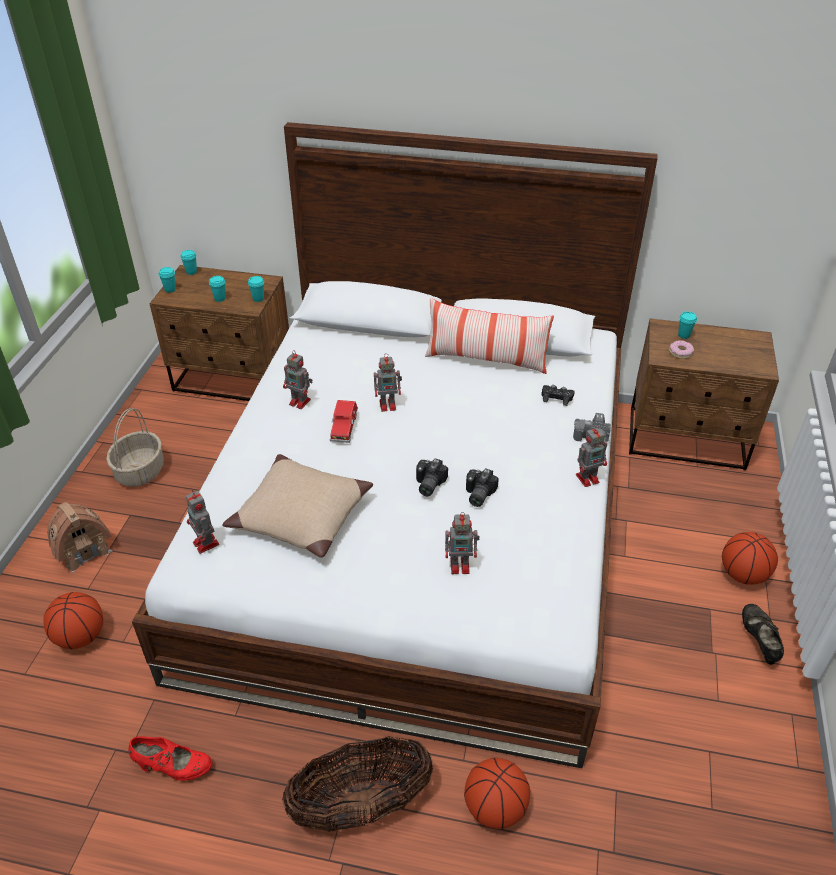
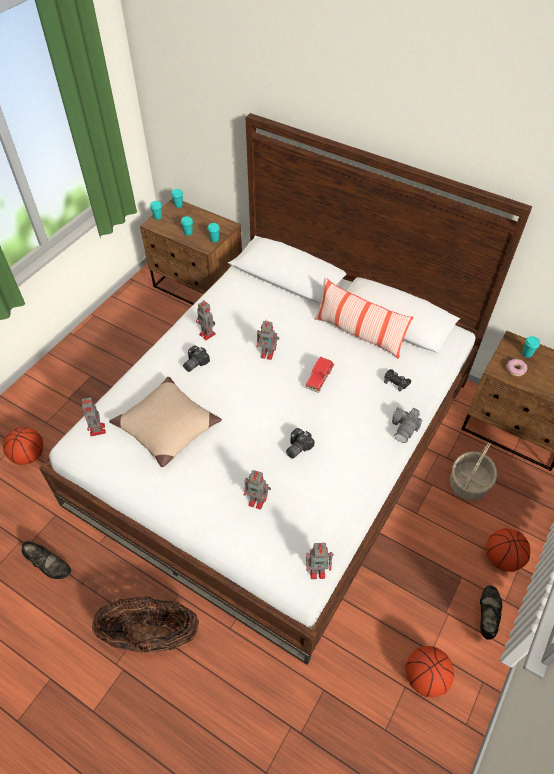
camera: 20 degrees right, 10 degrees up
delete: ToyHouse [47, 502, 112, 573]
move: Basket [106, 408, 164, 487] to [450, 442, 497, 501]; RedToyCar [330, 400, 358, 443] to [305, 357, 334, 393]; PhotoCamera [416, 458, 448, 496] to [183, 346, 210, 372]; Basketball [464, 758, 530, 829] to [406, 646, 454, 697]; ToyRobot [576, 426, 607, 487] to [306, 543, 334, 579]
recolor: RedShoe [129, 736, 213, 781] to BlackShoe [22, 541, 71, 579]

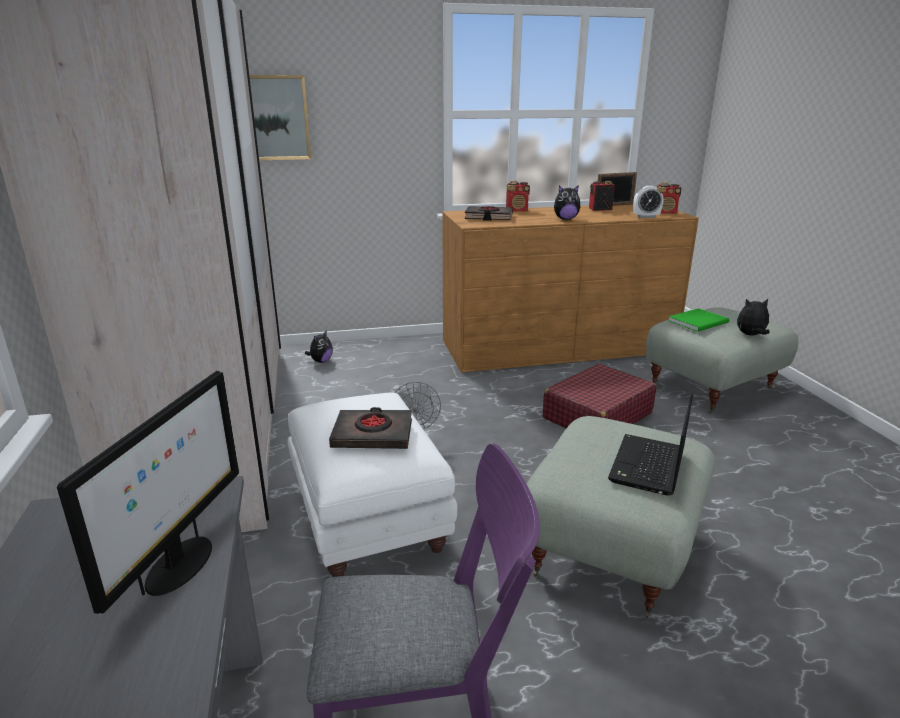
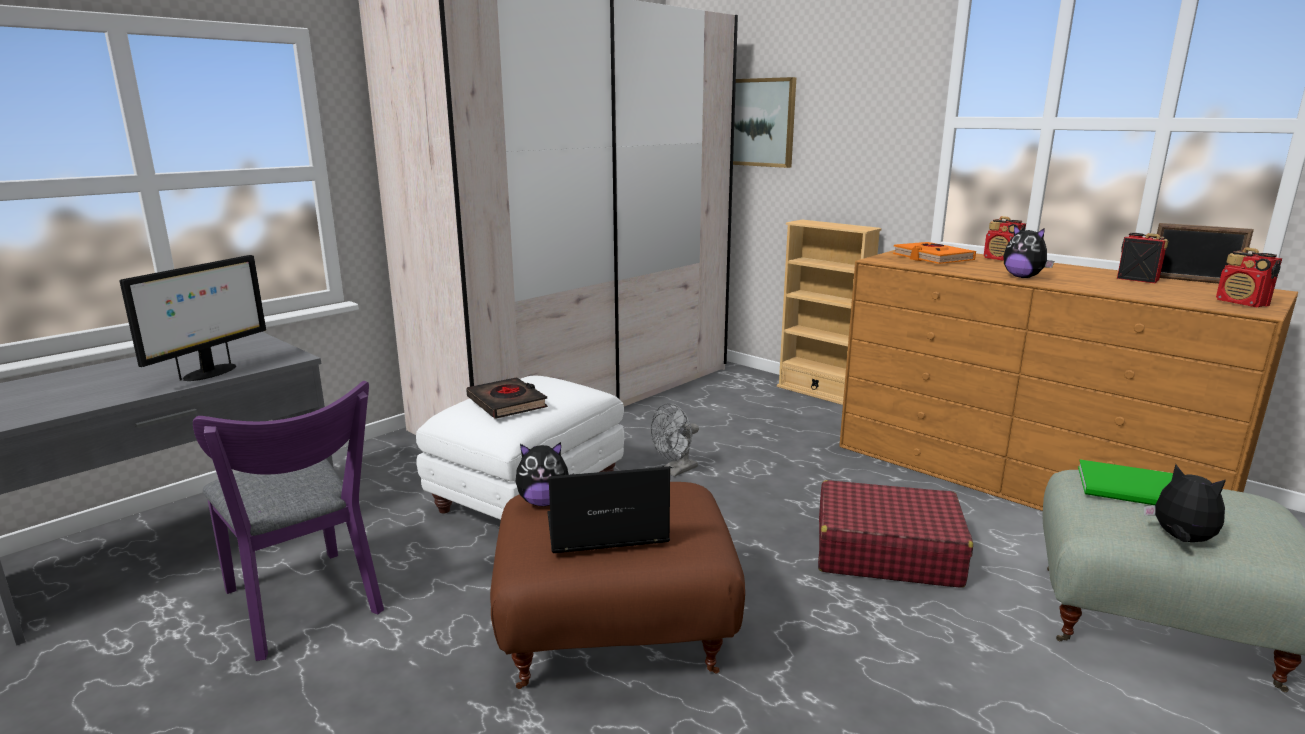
camera: 55 degrees right, 5 degrees down
delete: AlarmClock [633, 186, 663, 218]
insert: BeigeBookcase [777, 220, 882, 405]
move: PlushToy [305, 330, 333, 363] to [515, 442, 574, 506]
recolor: BlackBook [465, 206, 513, 221] to OrangeBook [893, 242, 976, 264]; GreyOttoman [527, 416, 715, 618] to BrownOttoman [490, 482, 745, 689]
rotate: Monitor [57, 371, 239, 614] = [119, 255, 266, 381] 45 degrees counterclockwise

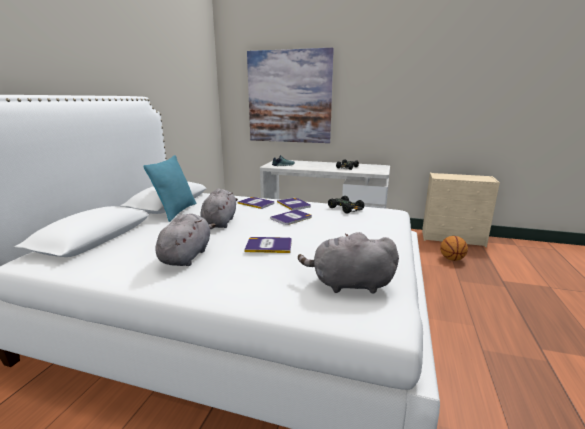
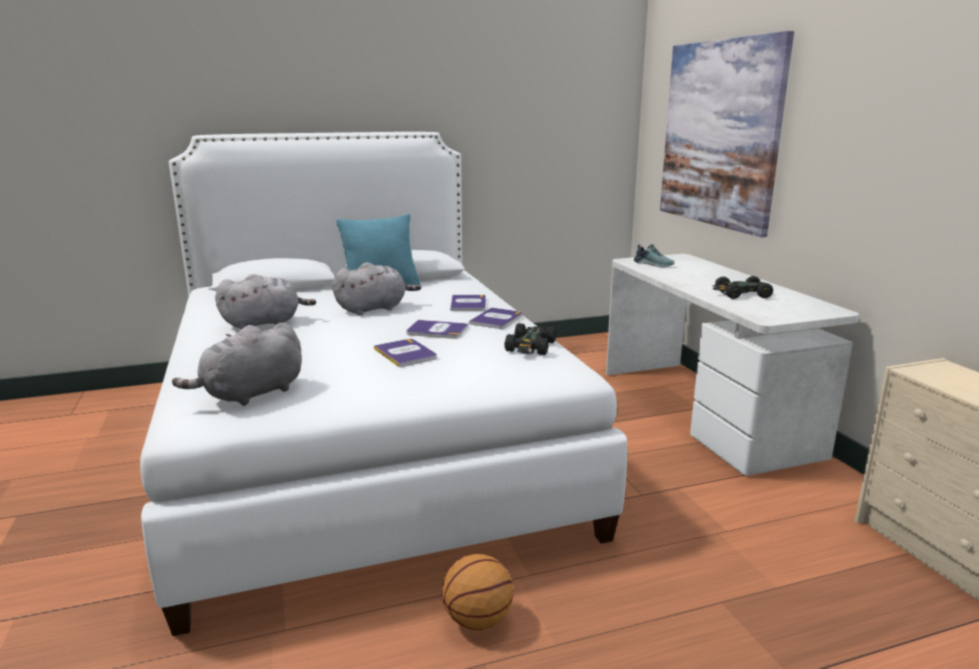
camera: 55 degrees right, 0 degrees up
move: Book [244, 237, 292, 253] to [374, 339, 437, 367]; Basketball [440, 236, 468, 261] to [442, 554, 514, 630]
rotate: GreyPlushToy [298, 232, 399, 294] = [172, 323, 302, 406] 105 degrees counterclockwise

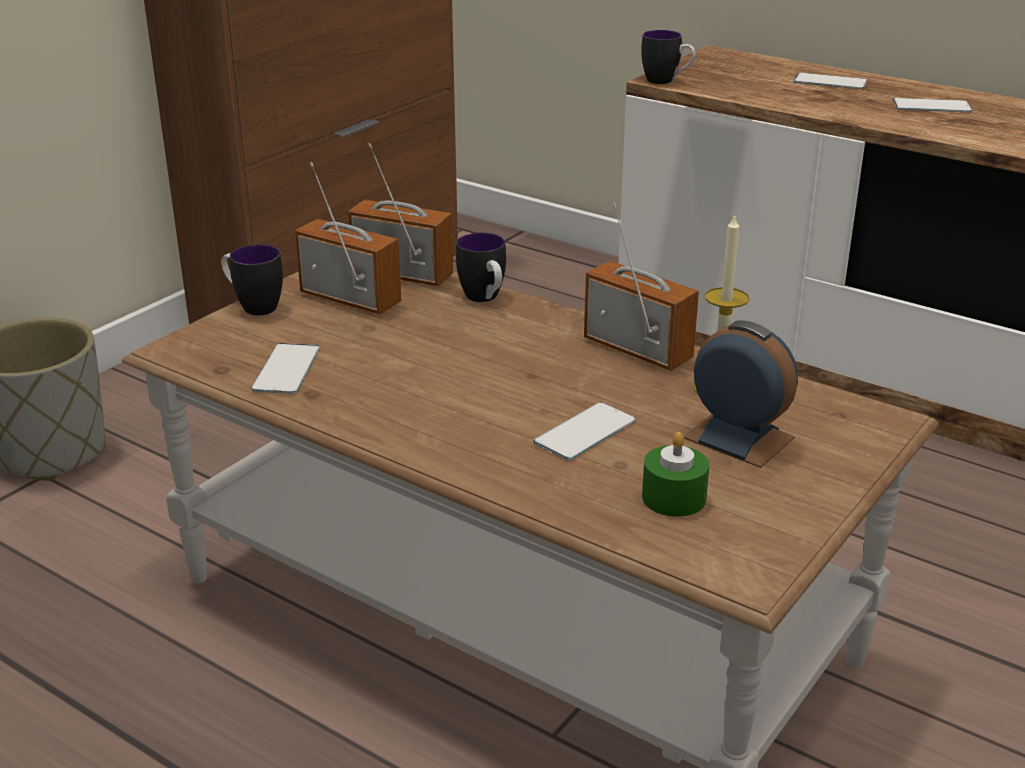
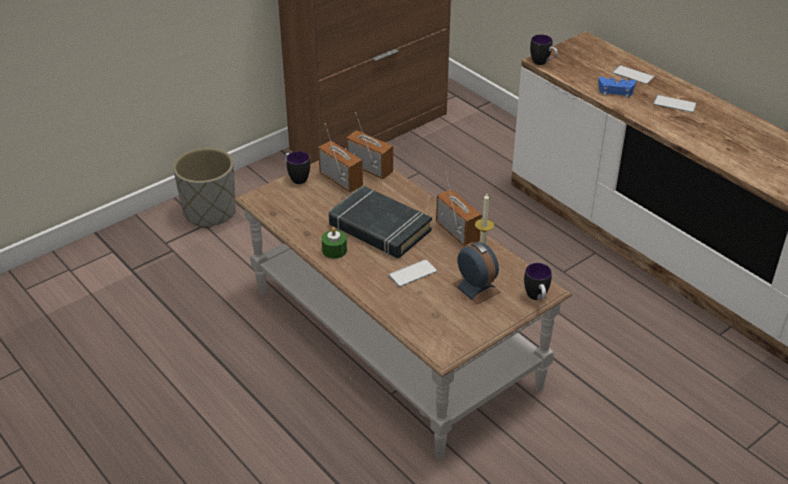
camera: 15 degrees right, 10 degrees up
delete: Phone [251, 343, 320, 394]
insert: BlackBook [329, 186, 432, 258]; BlueGameController [598, 77, 636, 98]
move: Mug [456, 233, 506, 302] to [524, 263, 552, 300]; GreenCandle [642, 432, 709, 517] to [322, 227, 347, 259]

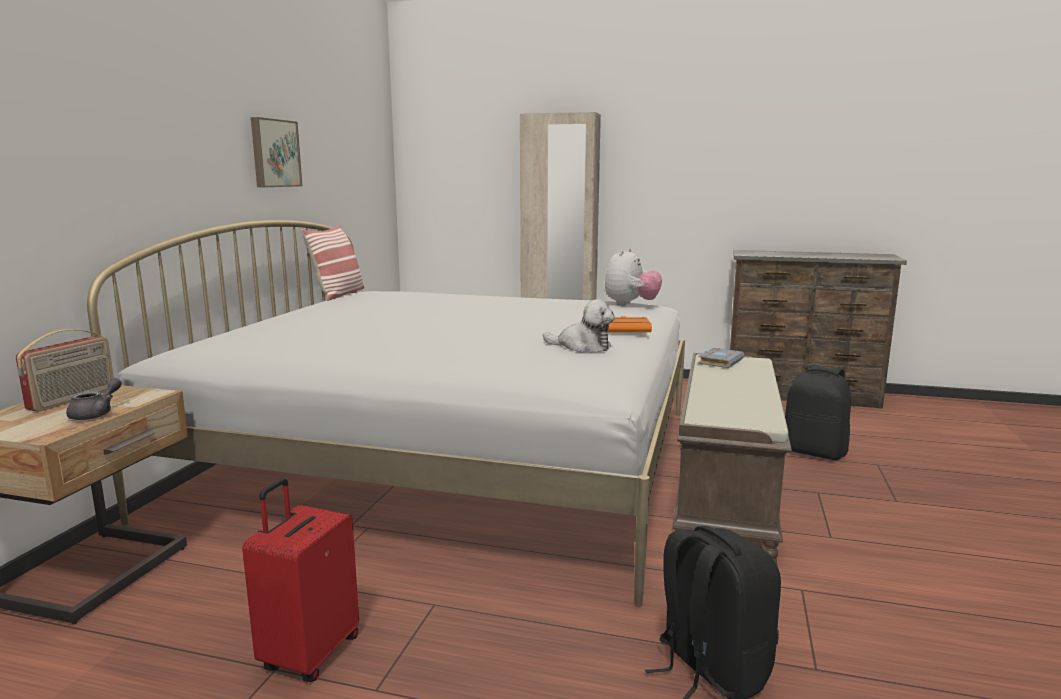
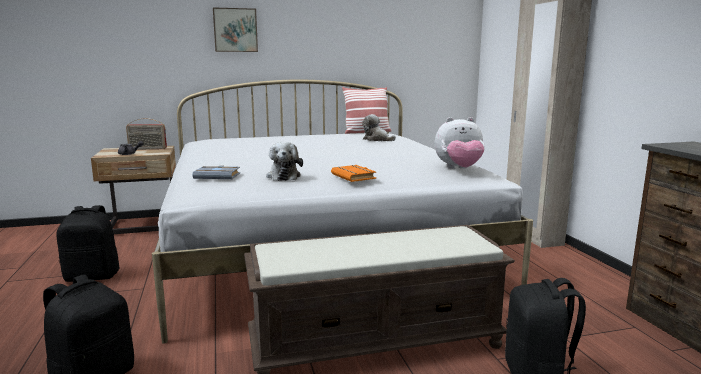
camera: 60 degrees right, 0 degrees up
insert: PlushToy [362, 114, 396, 141]
move: Picture [251, 117, 302, 187] to [213, 8, 258, 52]; GreyBook [698, 348, 745, 368] to [192, 166, 240, 179]
replace: RedSuitcase [242, 478, 359, 682] to BlackBackpack [56, 205, 120, 282]

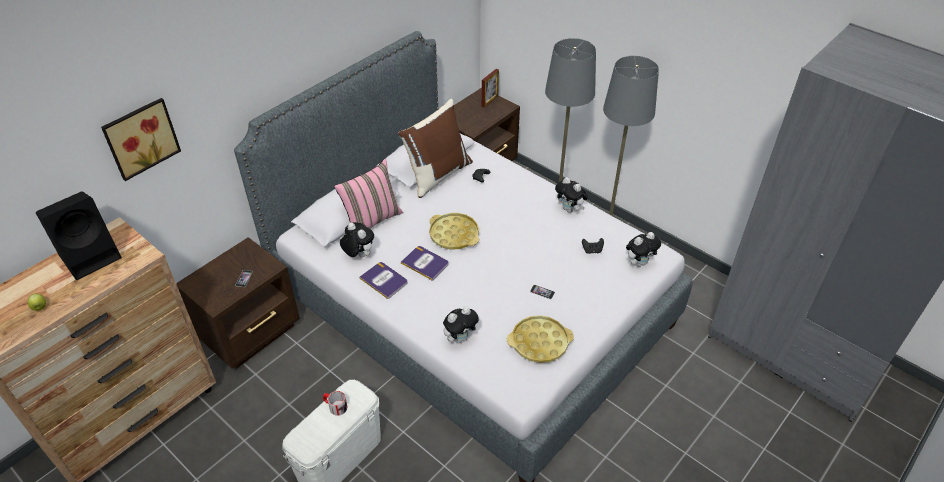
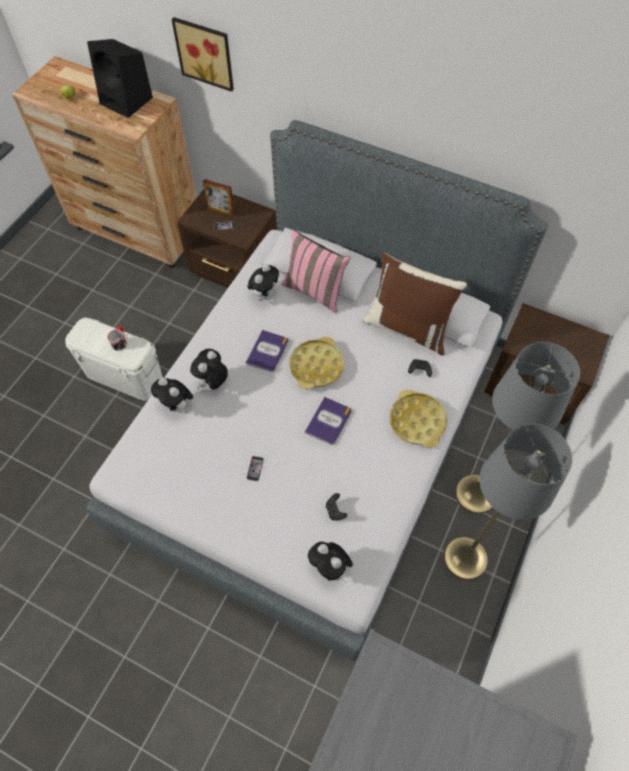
camera: 75 degrees right, 15 degrees up
move: Book [359, 262, 408, 299] to [305, 397, 352, 445]; PictureFrame [482, 69, 499, 108] to [203, 179, 235, 216]; YellowTray [507, 315, 574, 363] to [390, 389, 447, 448]; PlushToy [555, 177, 588, 213] to [190, 349, 228, 390]

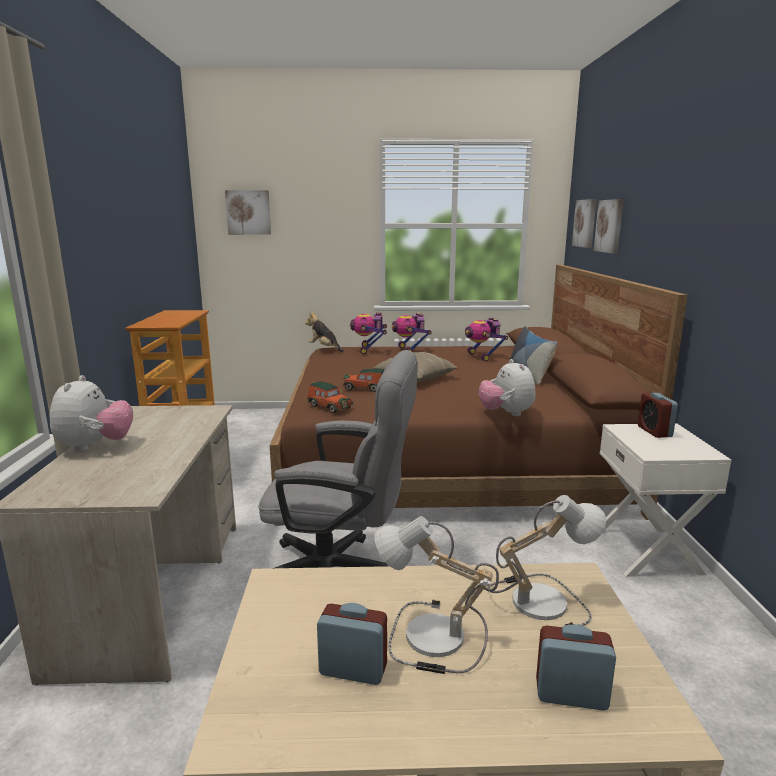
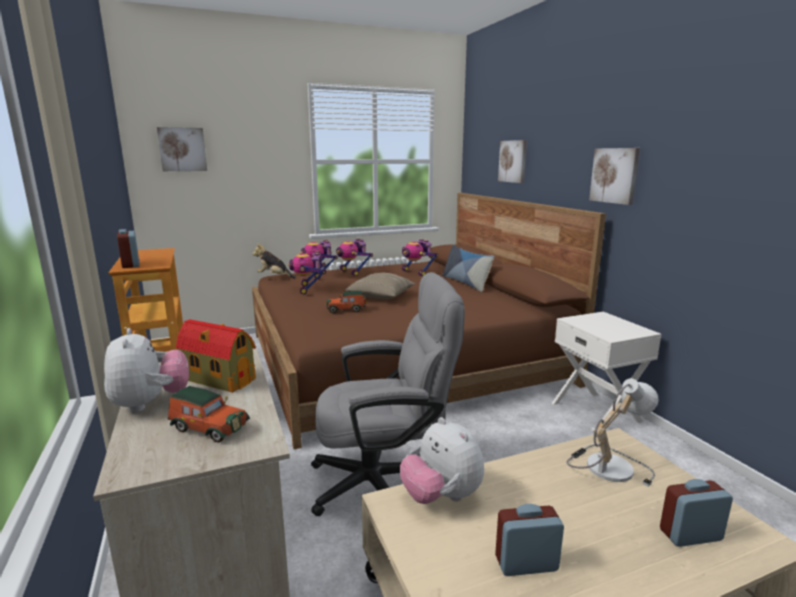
camera: 20 degrees left, 0 degrees up
delete: TableLamp [374, 516, 499, 674]
insert: ToyHouse [176, 319, 256, 393]; ToyRobot [288, 251, 326, 295]
move: ToyCar [307, 381, 353, 413] to [168, 386, 250, 443]; PlushToy [478, 359, 536, 416] to [400, 417, 484, 504]; Picture [572, 199, 597, 248] to [589, 148, 640, 205]; AlarmClock [638, 393, 678, 438] to [117, 229, 140, 268]

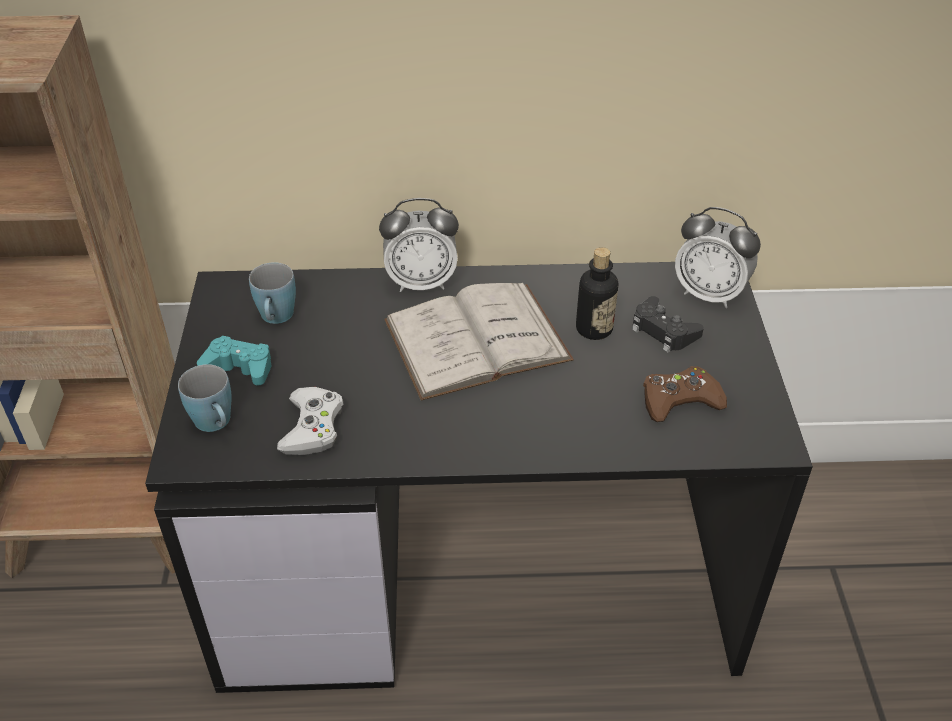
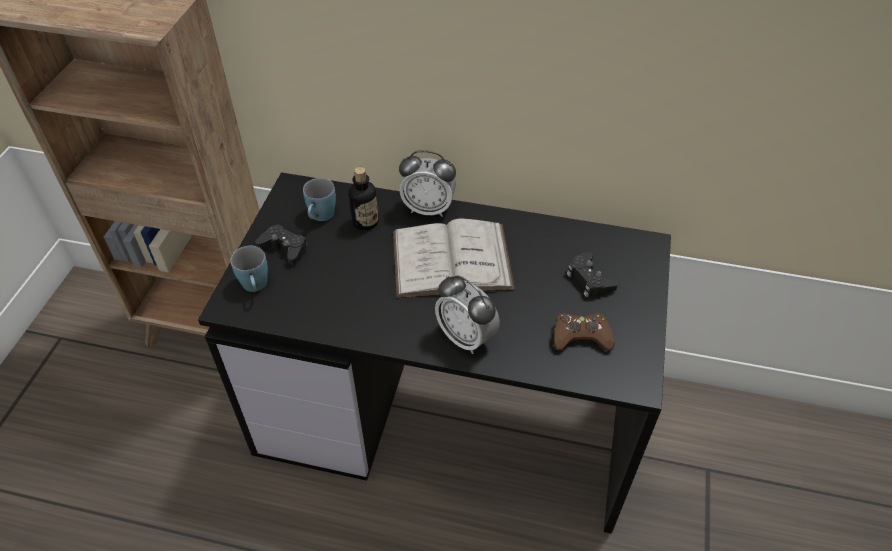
camera: 15 degrees right, 5 degrees up
delete: WhiteGameController [277, 387, 344, 455]
move: Bottle [576, 247, 618, 340] to [349, 167, 378, 230]; AlarmClock [675, 207, 761, 308] to [435, 275, 500, 354]
recolor: TurquoiseGameController [197, 336, 271, 385] to BlackGameController [255, 224, 307, 265]

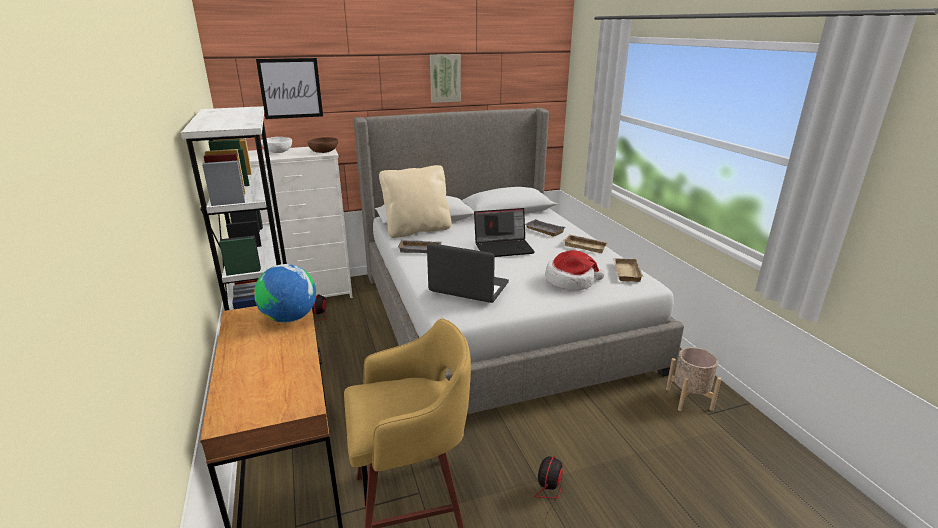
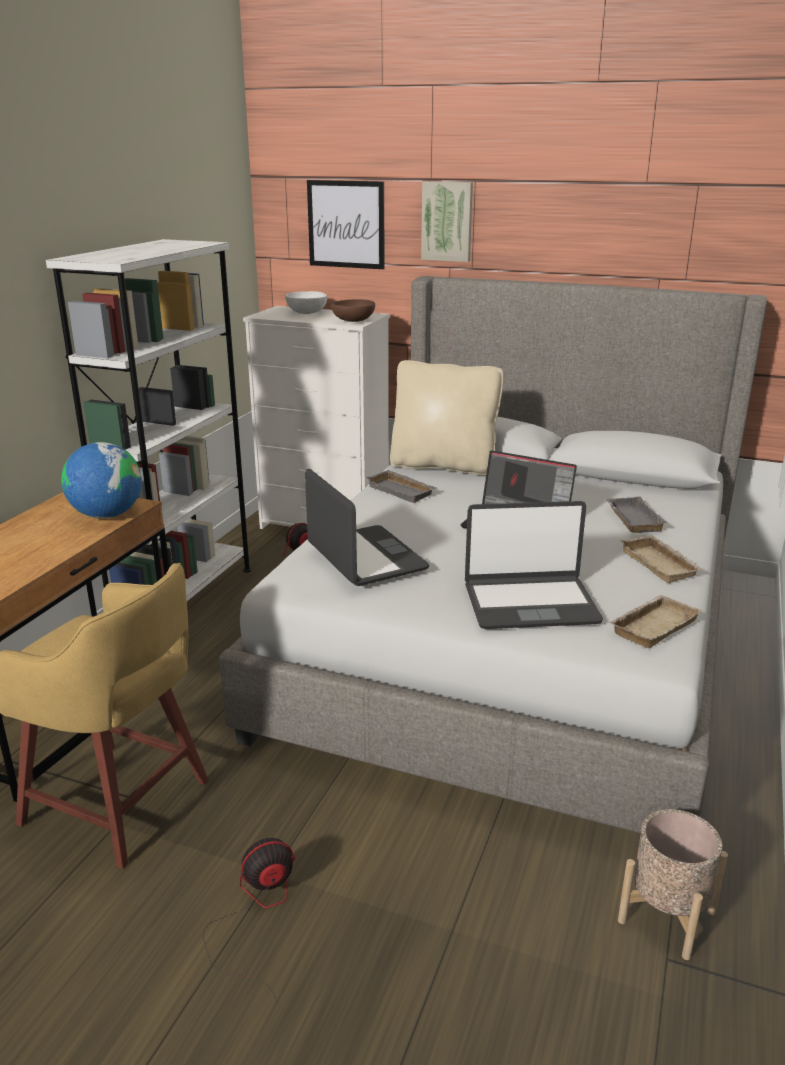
camera: 40 degrees right, 0 degrees up
move: Picture [430, 54, 461, 103] to [421, 182, 473, 262]
replace: Hat [545, 250, 604, 291] to Laptop [465, 501, 603, 629]

